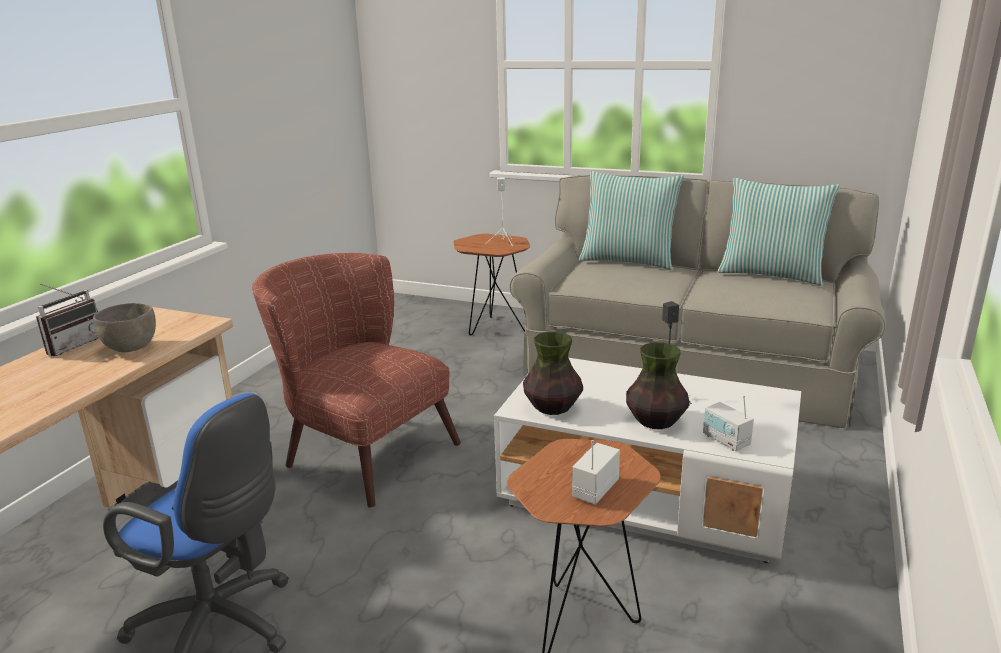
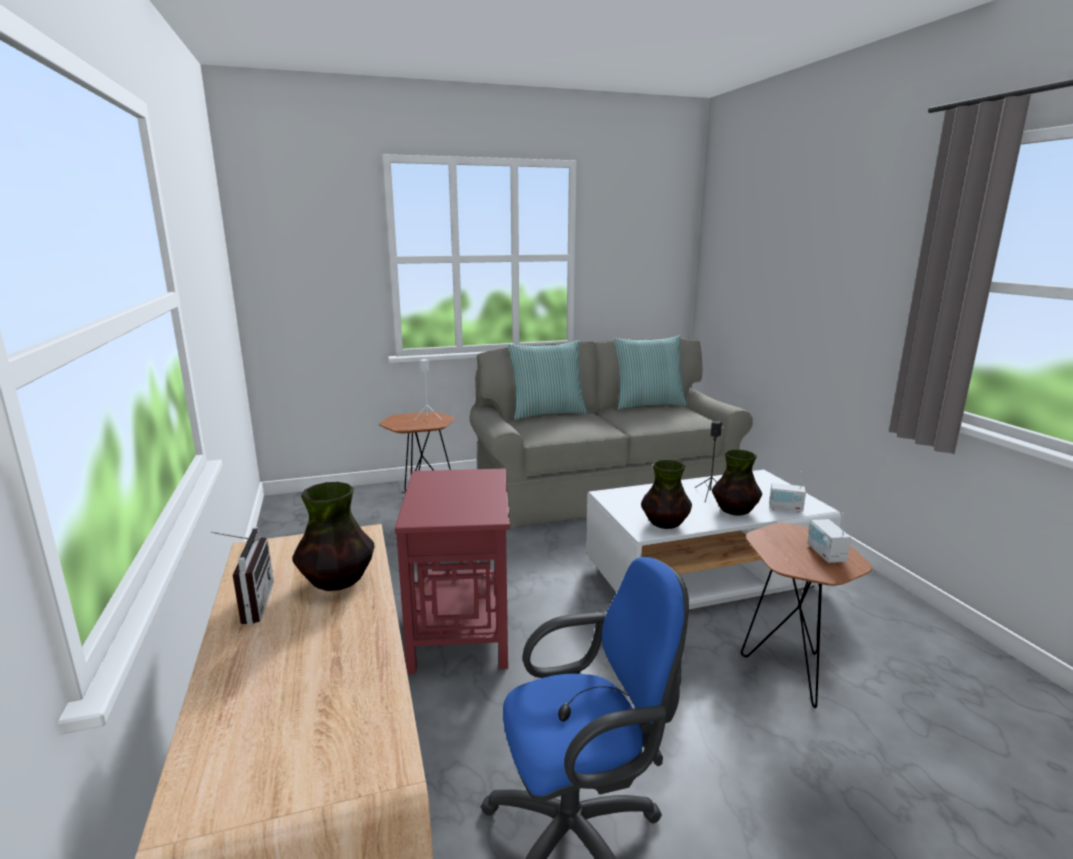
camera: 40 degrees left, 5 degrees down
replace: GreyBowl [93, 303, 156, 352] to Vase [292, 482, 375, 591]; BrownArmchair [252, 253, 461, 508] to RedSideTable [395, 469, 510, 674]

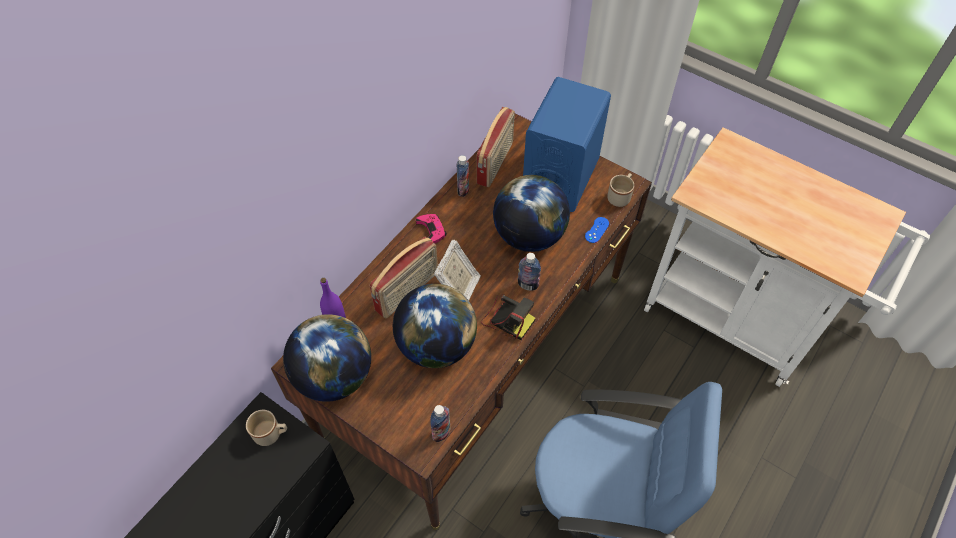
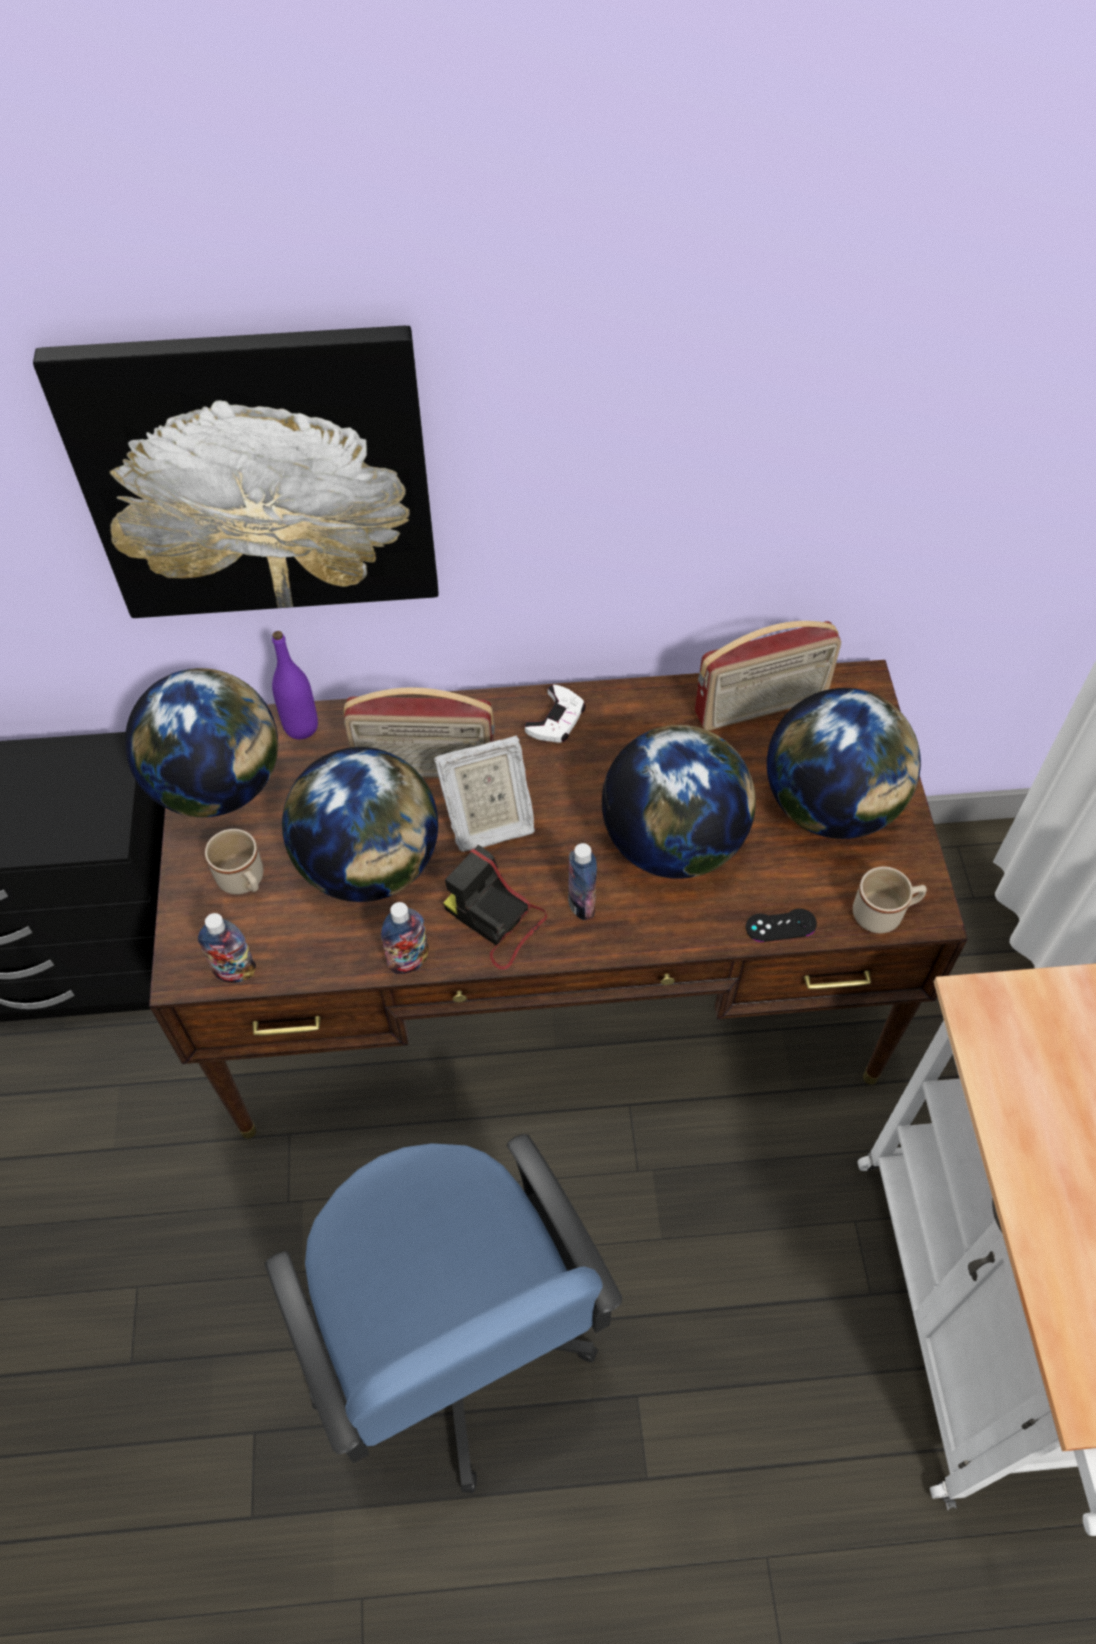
camera: 50 degrees right, 0 degrees up
insert: Picture [33, 326, 439, 618]
move: BeigeMug [246, 410, 287, 446] to [205, 829, 263, 894]; Bottle [457, 155, 469, 197] to [381, 902, 428, 974]
replace: BlueSpeaker [523, 77, 611, 212] to Globe [767, 688, 921, 839]
recolor: PinkGameController [416, 214, 447, 243] to WhiteGameController [525, 685, 586, 743]; BlueGameController [585, 217, 609, 243] to BlackGameController [746, 909, 817, 942]
rotate: PhotoCamera [481, 294, 536, 340] = [443, 845, 547, 970] 135 degrees clockwise

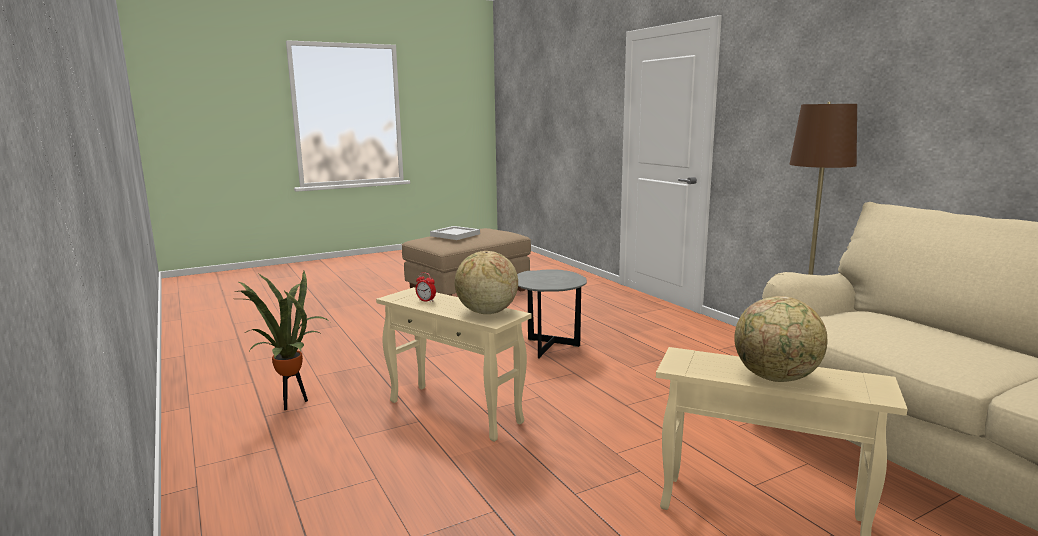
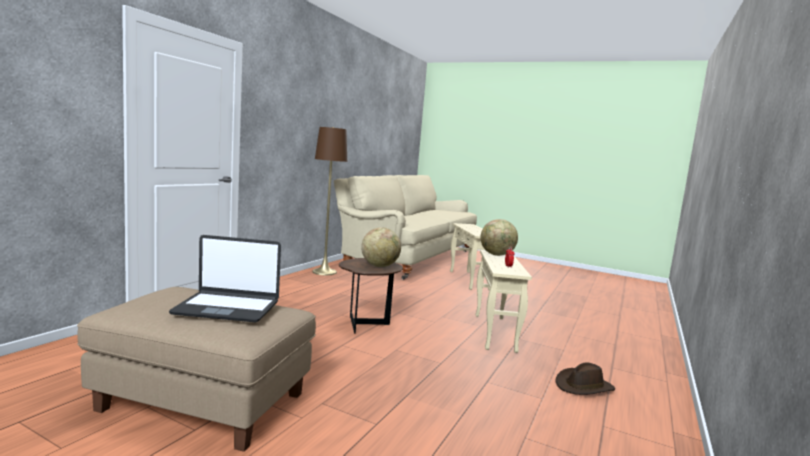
camera: 125 degrees left, 5 degrees down
move: Globe [734, 296, 827, 382] to [361, 227, 401, 267]
replace: PottedPlant [234, 271, 330, 410] to BrownHat [555, 363, 615, 395]; WhiteTray [430, 226, 480, 240] to Laptop [169, 235, 281, 322]
recolor: GreySideTable [517, 269, 587, 359] to BrownSideTable [339, 258, 403, 334]

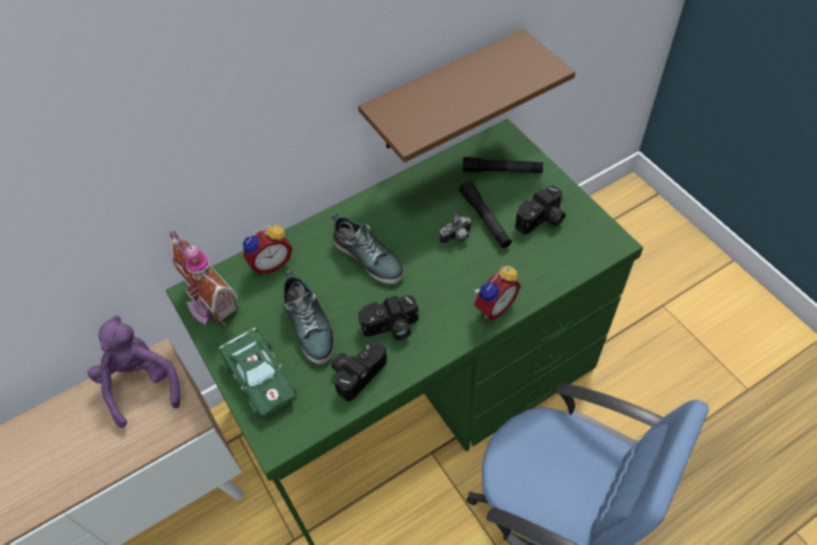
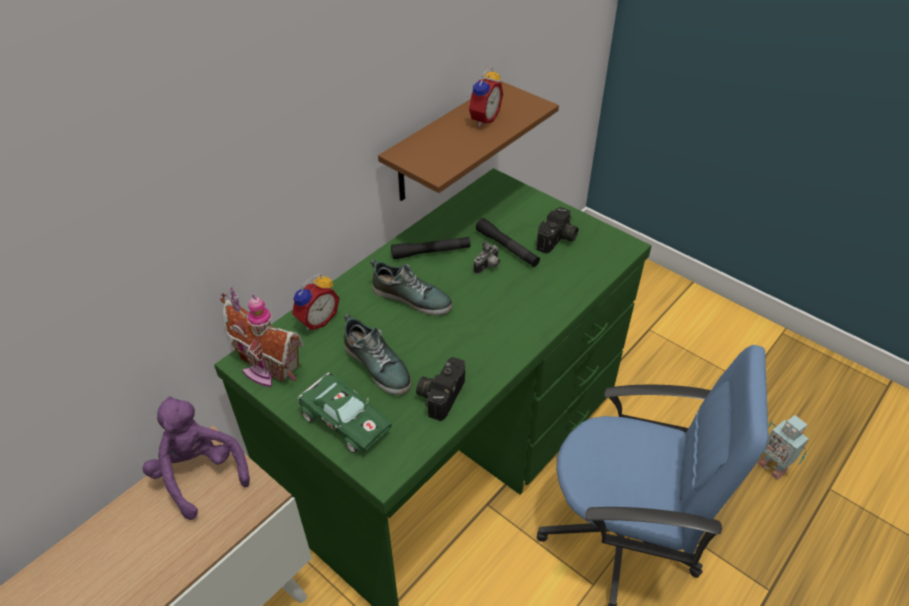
camera: 20 degrees left, 10 degrees down
delete: PhotoCamera [358, 295, 419, 340]
insert: ToyRobot [757, 415, 809, 480]
move: BlackFlashlight [463, 157, 543, 173] to [391, 237, 471, 259]; AlarmClock [474, 266, 521, 321] to [469, 66, 503, 127]

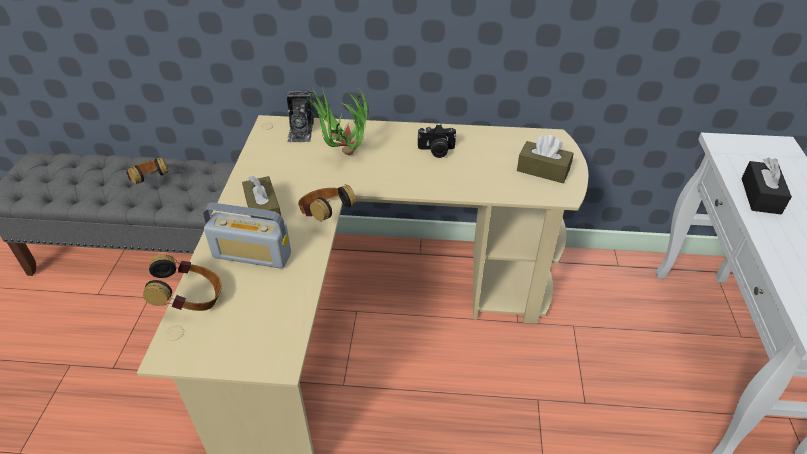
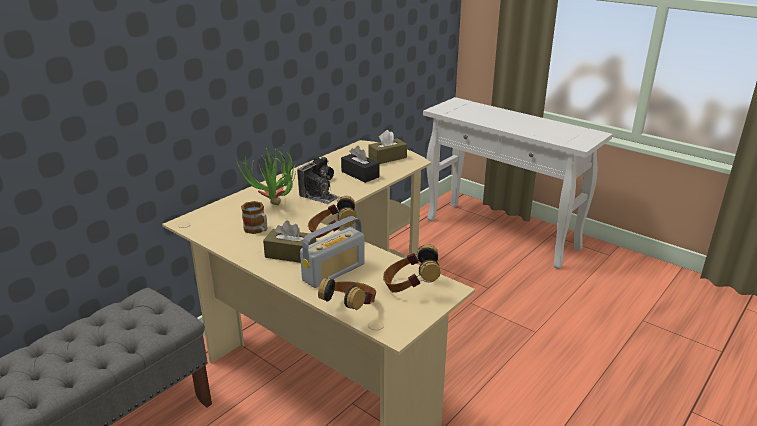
camera: 55 degrees left, 15 degrees down
insert: Mug [241, 201, 267, 234]
move: Headphones [126, 157, 169, 184] to [383, 244, 441, 293]; PhotoCamera [287, 91, 314, 143] to [297, 162, 339, 204]; BlackTissueBox [741, 158, 792, 214] to [341, 146, 379, 183]

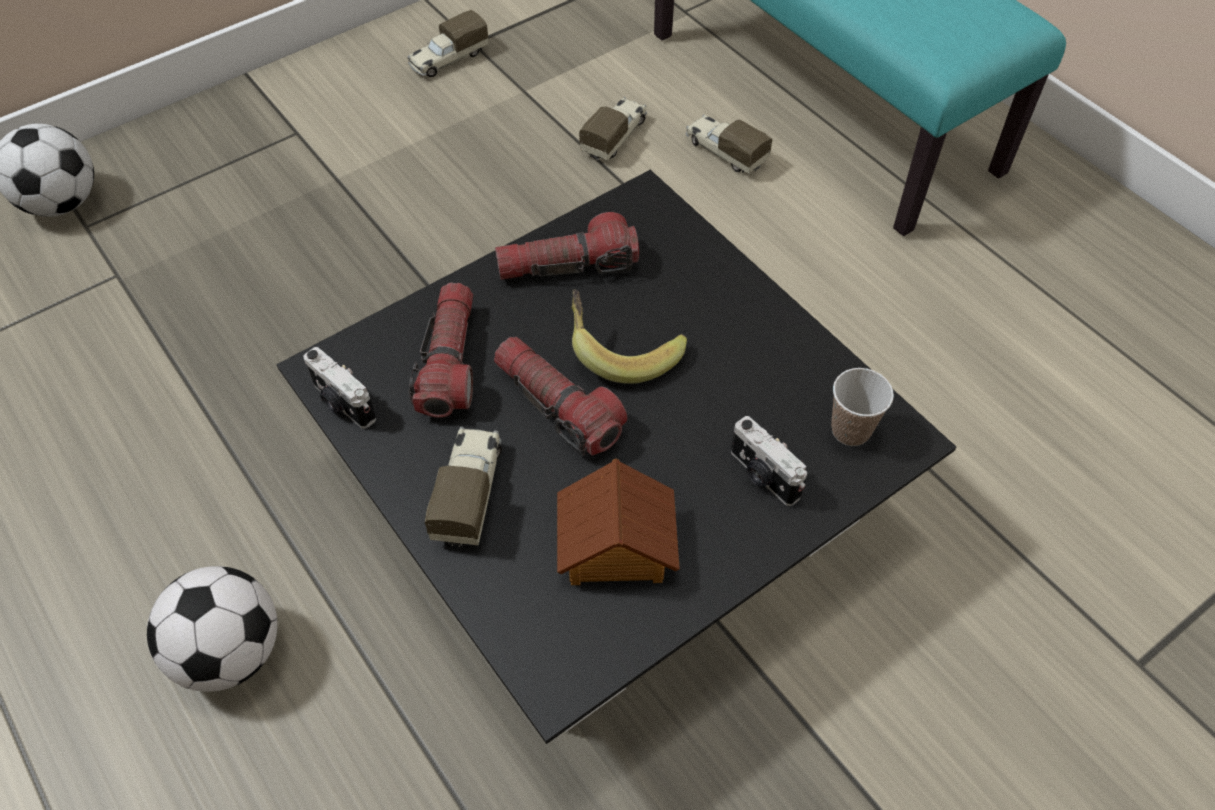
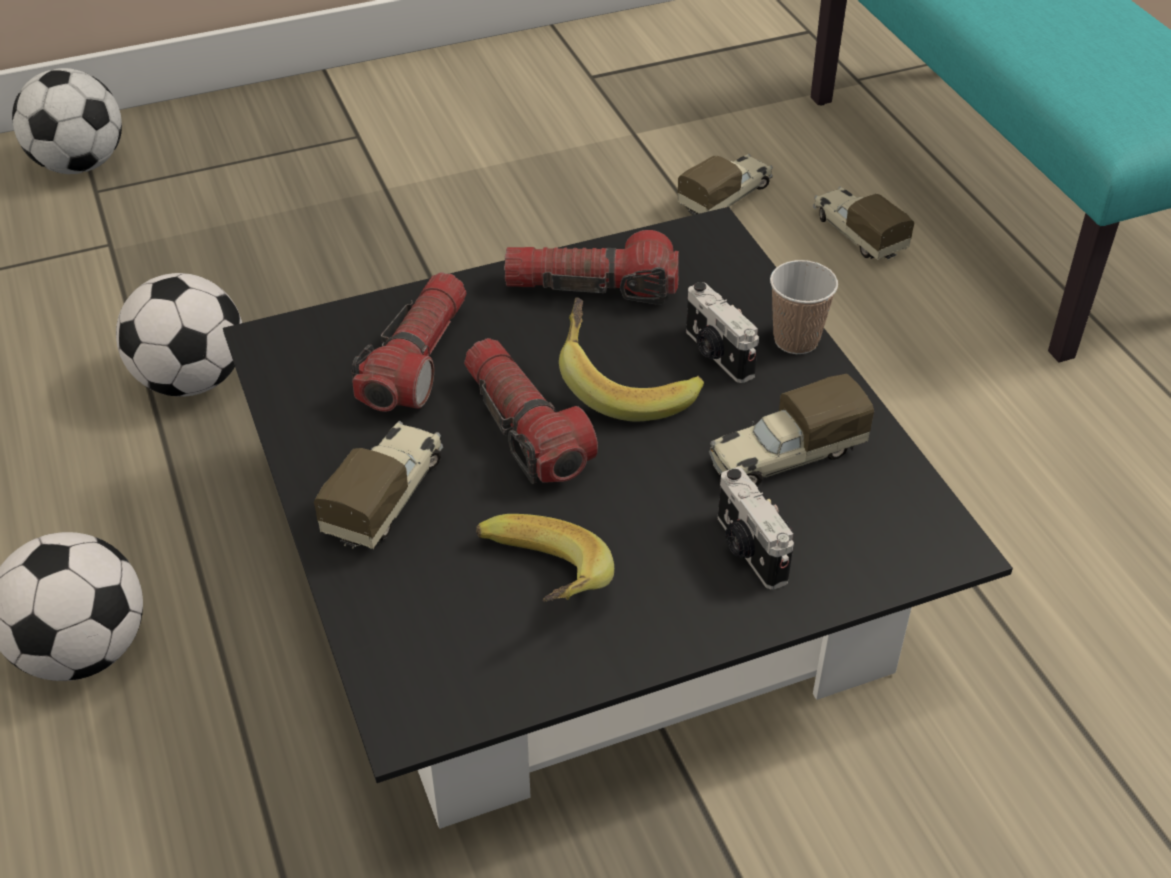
camera: 15 degrees right, 10 degrees down
insert: Football [116, 273, 242, 397]
move: PhotoCamera [304, 347, 376, 428] to [686, 282, 759, 383]; ToyTruck [407, 10, 489, 77] to [709, 374, 874, 486]; Cup [831, 368, 894, 446] to [770, 260, 838, 354]
replace: ToyHouse [557, 458, 680, 585] to Banana [476, 514, 614, 601]

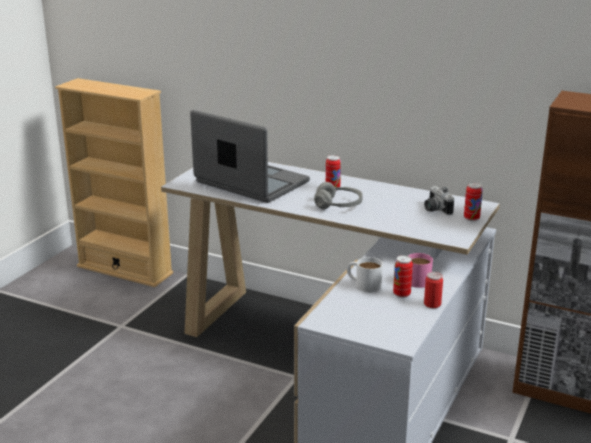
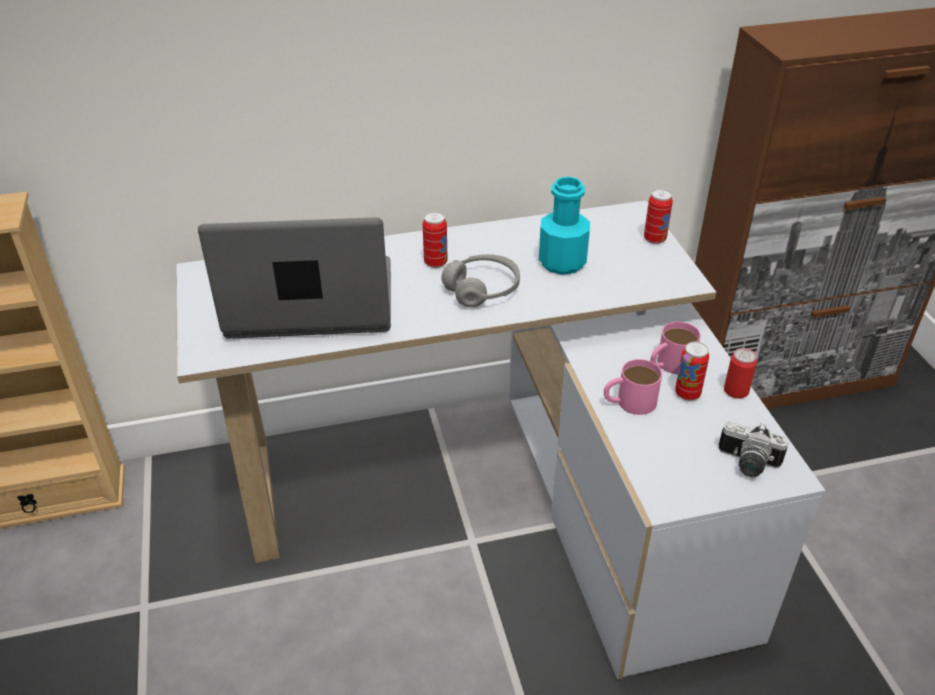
camera: 40 degrees left, 15 degrees up
insert: TurquoiseBottle [539, 177, 590, 275]
move: PhotoCamera [424, 186, 454, 215] to [719, 421, 788, 477]
recolor: WhiteMug [347, 257, 383, 292] to PinkMug [604, 359, 662, 415]

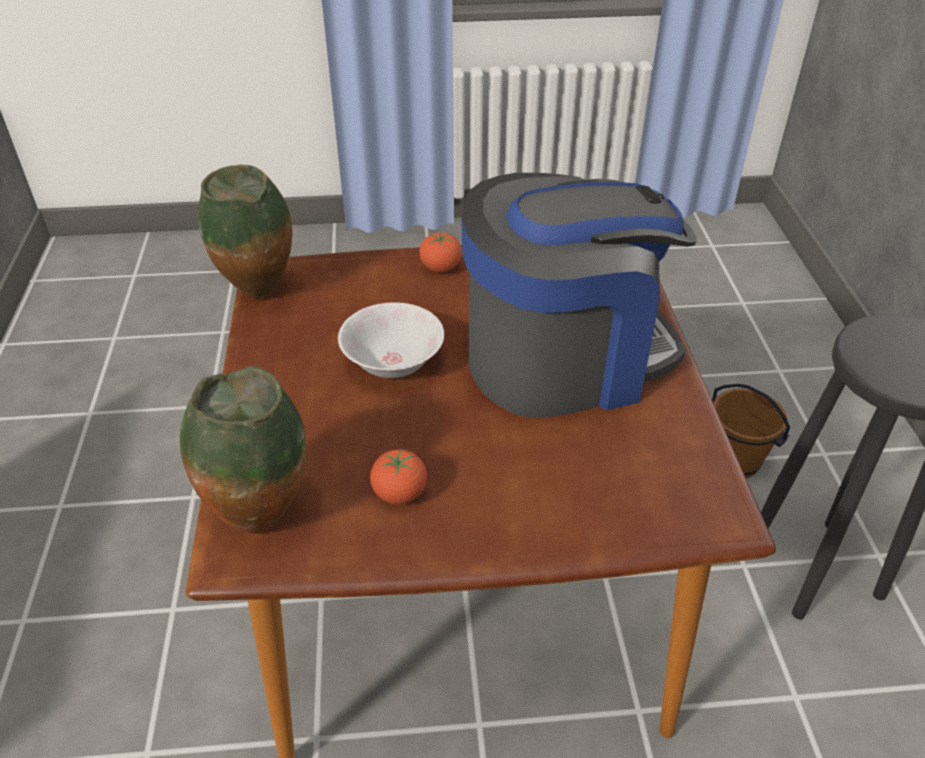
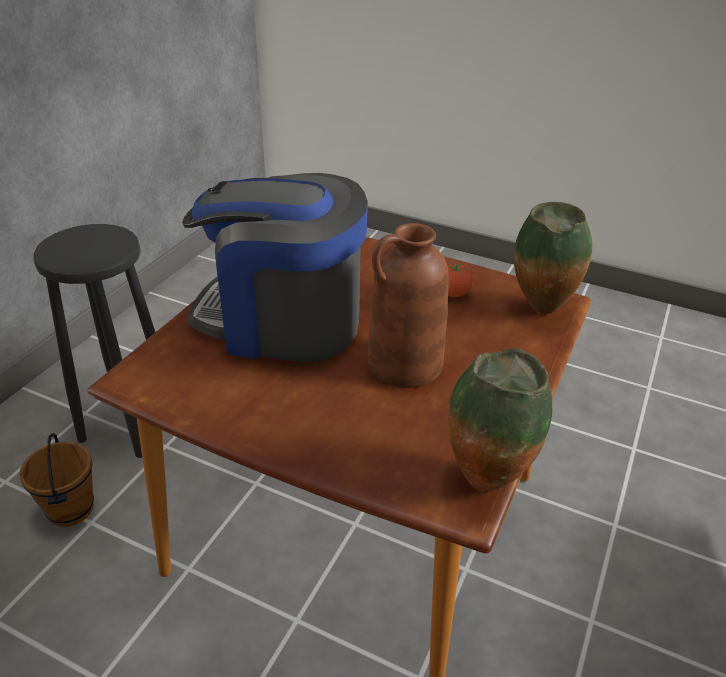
camera: 150 degrees left, 5 degrees down
delete: Tomato [419, 231, 462, 272]
replace: WhiteBowl [338, 302, 444, 378] to BrownVase [368, 223, 449, 388]

